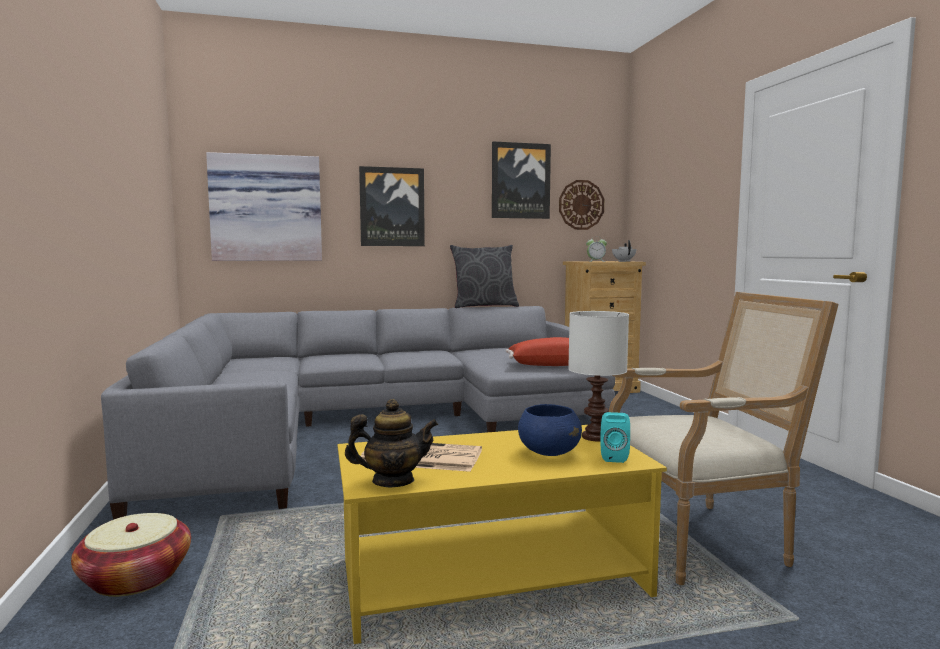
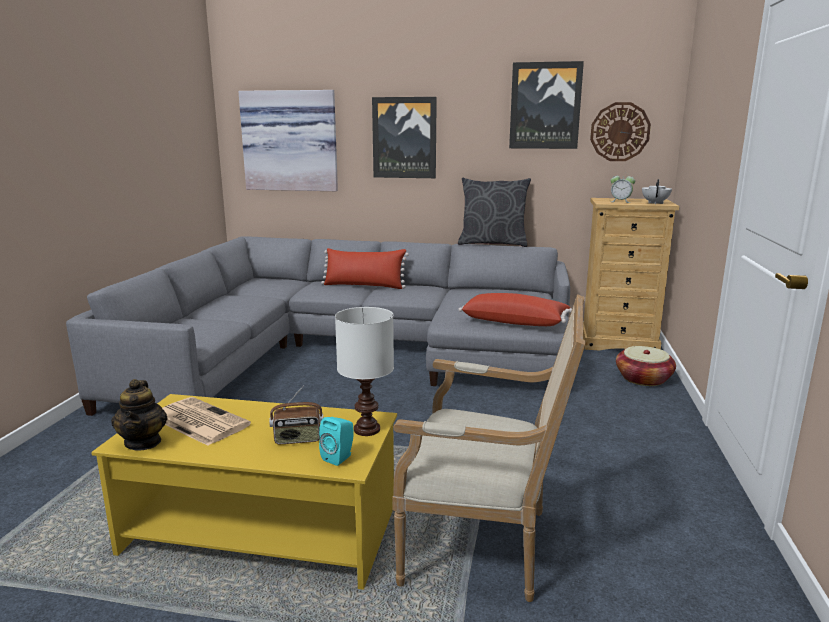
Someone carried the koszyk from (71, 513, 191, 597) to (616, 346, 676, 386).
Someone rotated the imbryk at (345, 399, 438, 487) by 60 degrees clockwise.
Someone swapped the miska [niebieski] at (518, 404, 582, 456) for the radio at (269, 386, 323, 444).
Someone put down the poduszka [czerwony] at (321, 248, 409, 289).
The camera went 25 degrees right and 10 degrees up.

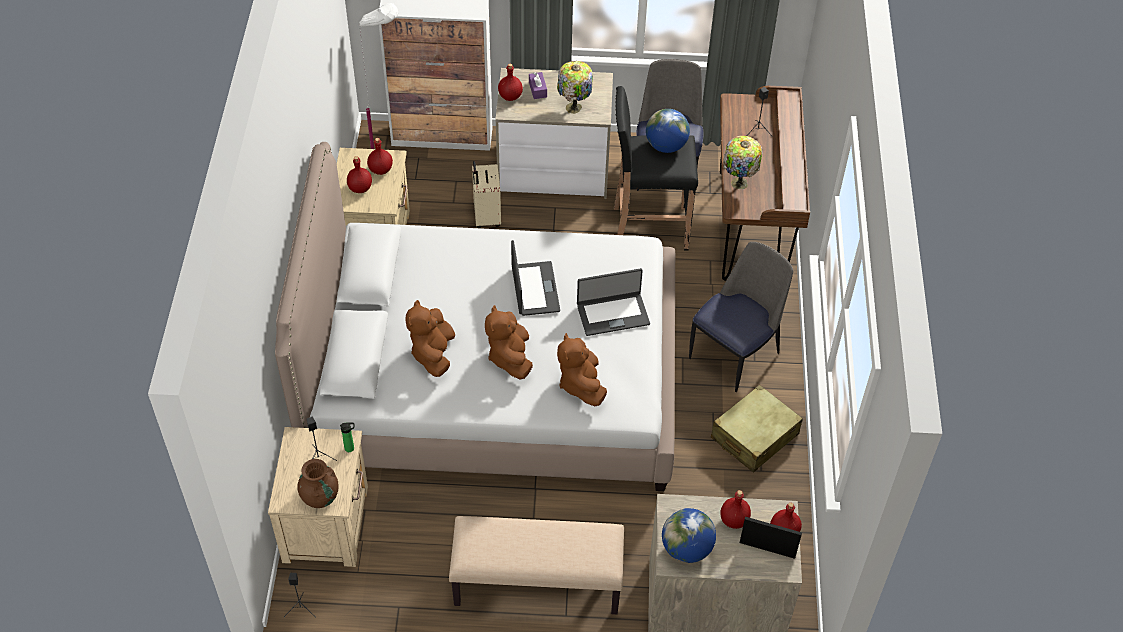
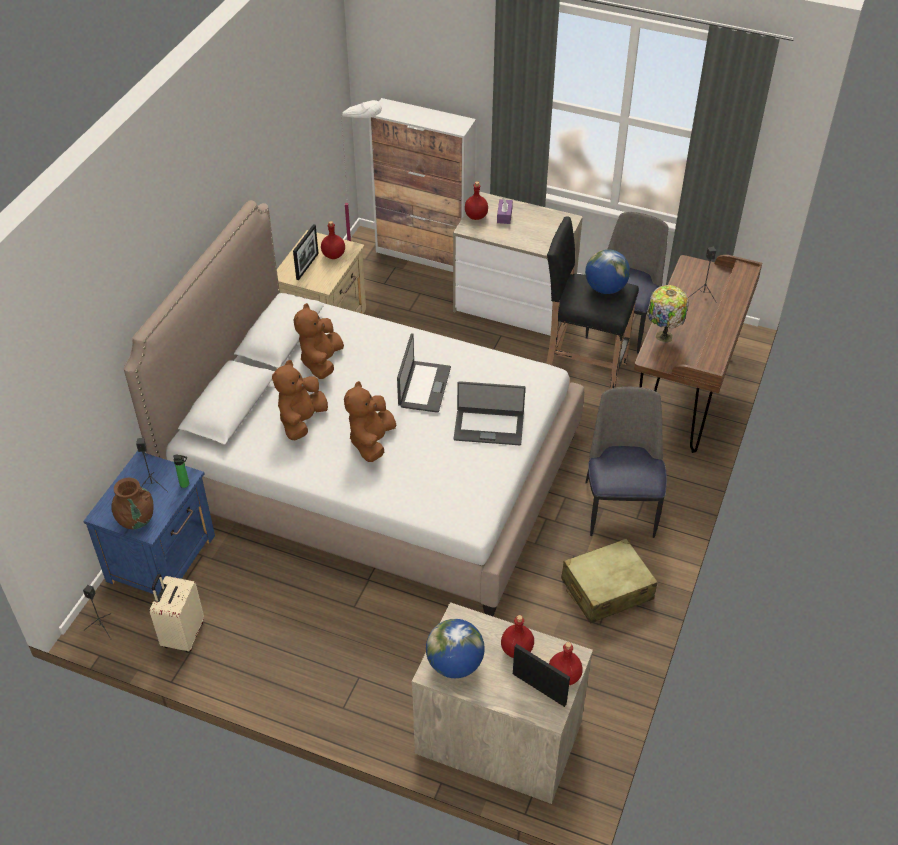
Someone repainted the szafka nocna [beżowy] at (268, 427, 368, 567), which became the szafka nocna [niebieski] at (83, 451, 215, 596).
Someone swapped the butelka [czerwony] at (347, 156, 372, 193) for the ramka na zdjęcie at (293, 224, 319, 280).
Someone took away the ławka [beżowy] at (449, 516, 624, 614).
Someone carried the walizka [beżowy] from (472, 161, 501, 228) to (150, 574, 204, 653).
Someone took away the lampa stołowa at (557, 61, 593, 114).
Someone carried the pluszak [brązowy] from (557, 333, 607, 406) to (294, 303, 344, 379).
Someone rotated the krzesło at (689, 242, 793, 392) by 60 degrees counterclockwise.
The camera went 20 degrees right and 5 degrees down.

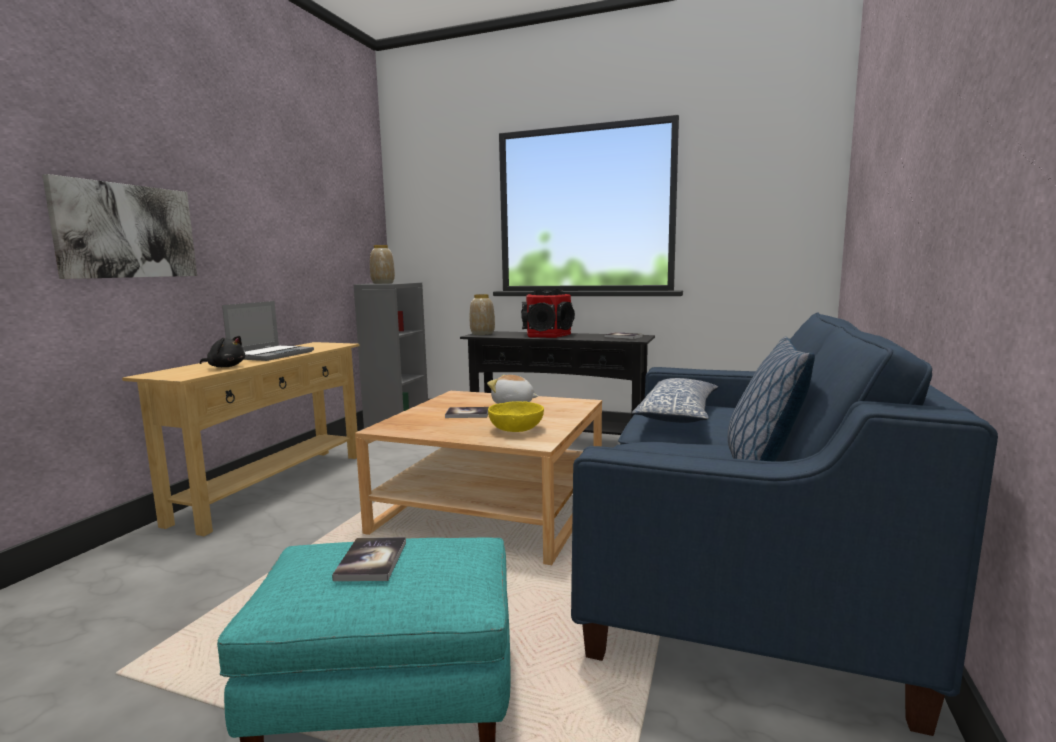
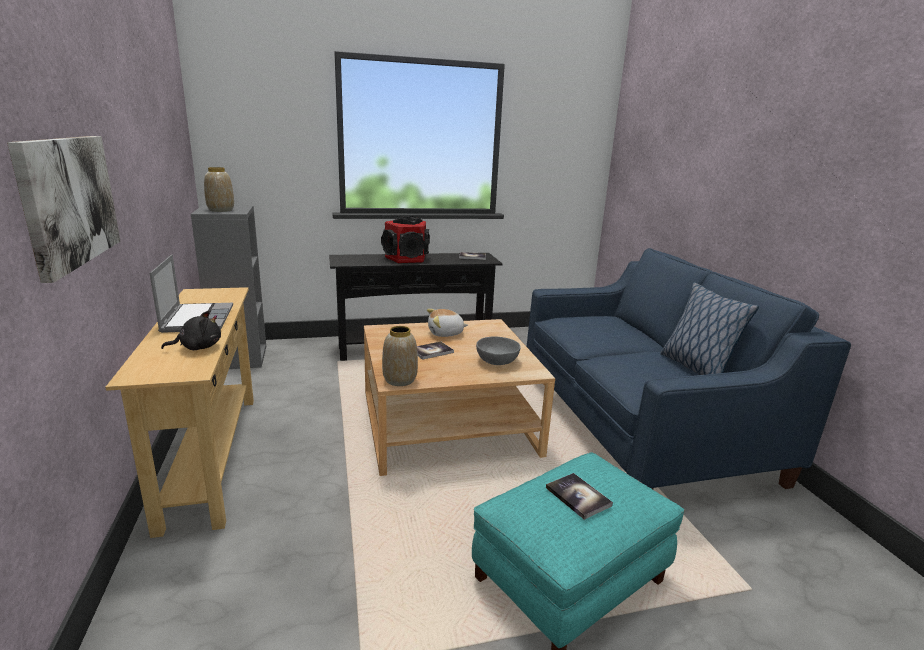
Someone carried the wazon from (470, 294, 495, 335) to (382, 326, 418, 386).
Someone repainted the miska [żółty] at (488, 402, 544, 432), which became the miska [szary] at (476, 336, 521, 365).
Someone took away the poduszka at (632, 378, 718, 423).
The camera went 35 degrees left and 10 degrees up.

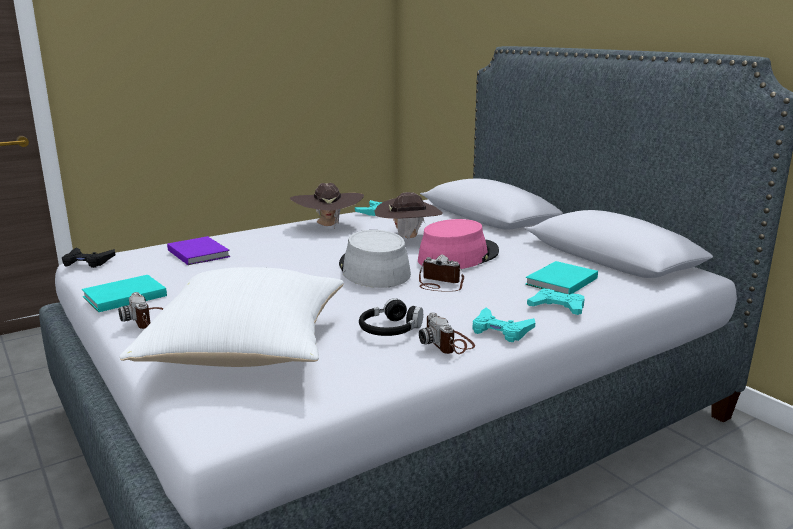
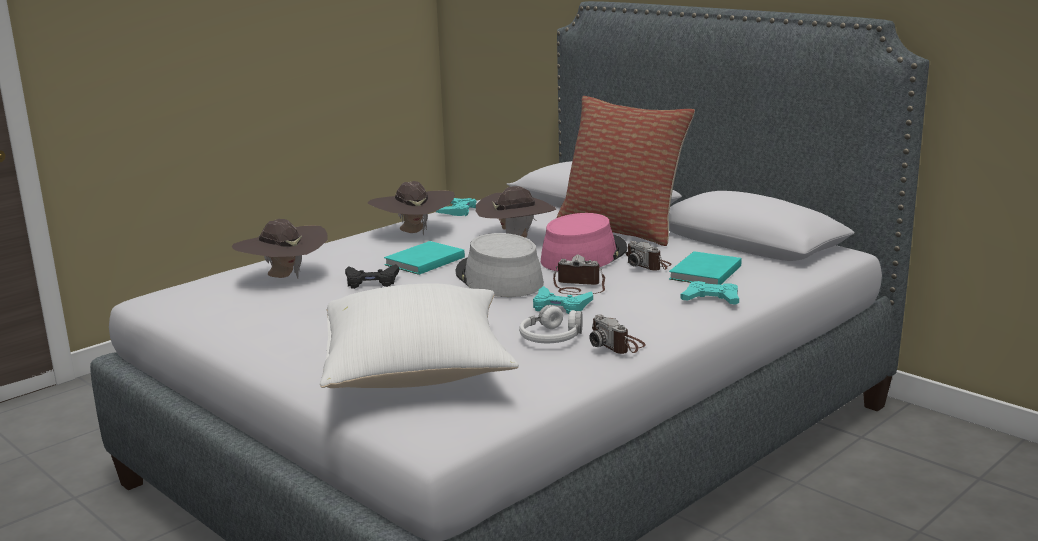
Someone carried the pad do gier [czarny] from (62, 247, 115, 268) to (345, 264, 399, 289).
Someone carried the książka [turkusowy] from (82, 275, 167, 312) to (384, 241, 465, 275).
Someone carried the aparat fotograficzny from (118, 292, 164, 329) to (625, 241, 672, 271).
Someone swapped the książka [fioletowy] at (167, 236, 230, 265) for the kapelusz [brązowy] at (232, 219, 328, 278).
Someone repainted the słuchawki [czarny] at (359, 298, 423, 336), which became the słuchawki [biały] at (519, 305, 583, 343).
Someone carried the pad do gier [turkusowy] from (473, 307, 535, 342) to (533, 286, 593, 314).
Someone put down the poduszka at (557, 96, 695, 246).
The camera went 10 degrees left and 0 degrees up.

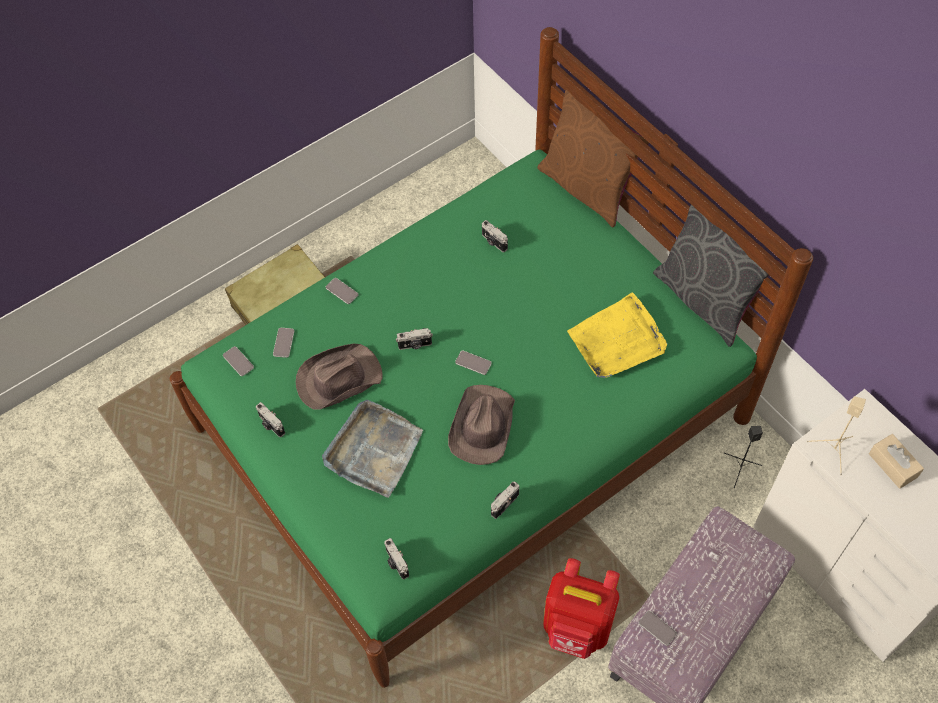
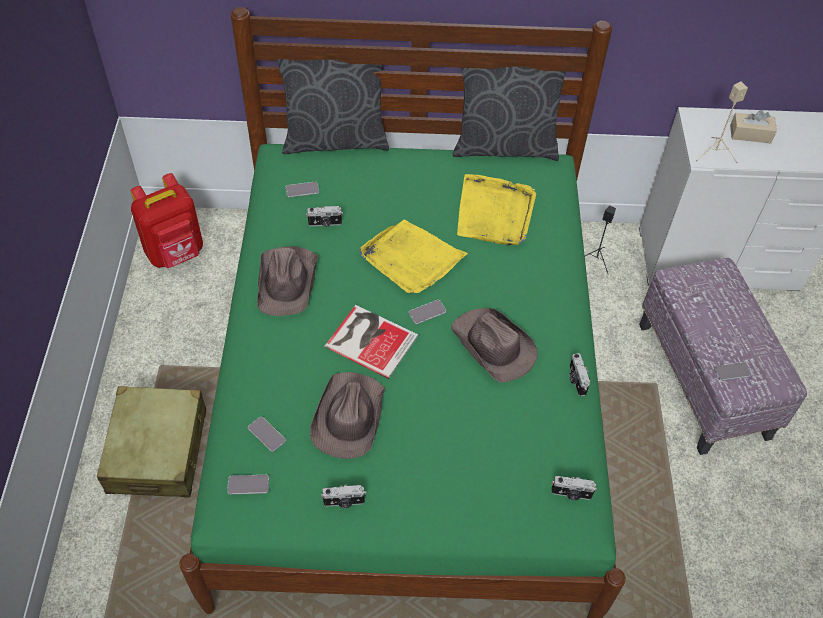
Someone took away the taca [szary] at (322, 400, 423, 498).
Someone carried the telefon from (326, 278, 358, 304) to (286, 182, 319, 198).
Someone swapped the aparat fotograficzny at (396, 328, 433, 350) for the książka at (324, 305, 418, 379).
Someone repainted the poduszka [brązowy] at (537, 90, 649, 228), which became the poduszka [szary] at (277, 59, 389, 154).
Someone carried the plecak [czerwony] from (543, 558, 620, 659) to (130, 173, 203, 268).
Someone put down the kapelusz [brązowy] at (257, 246, 318, 316).
Someone put down the taca [żółty] at (359, 220, 468, 294).
The camera went 55 degrees left and 5 degrees down.

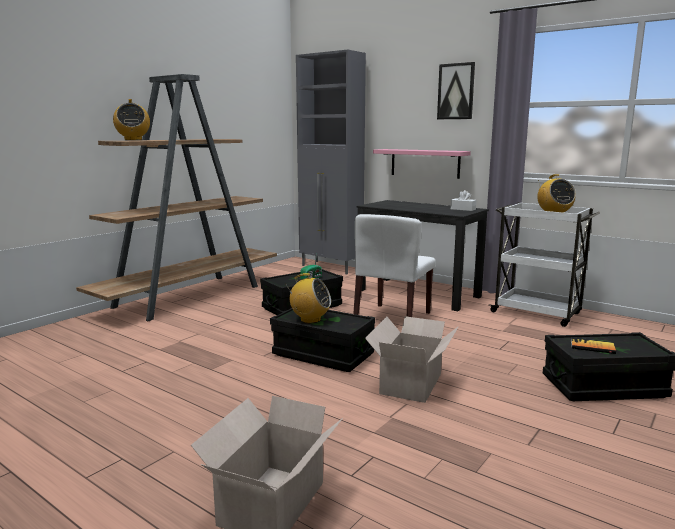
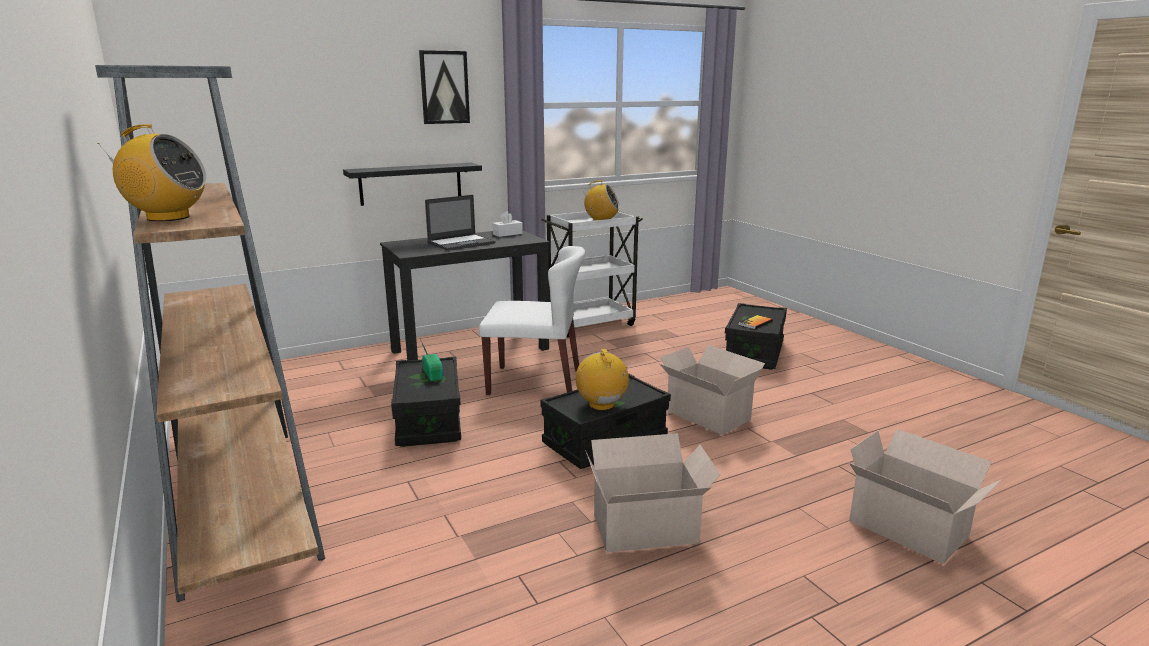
Someone rotated the radio at (288, 273, 331, 323) by 60 degrees counterclockwise.
Someone took away the szafka [szary] at (296, 50, 366, 274).
Someone rotated the krzesło [biały] at (353, 214, 436, 317) by 45 degrees counterclockwise.
Someone repainted the półka [różowy] at (373, 149, 471, 179), which became the półka [czarny] at (343, 163, 482, 206).
Someone put down the laptop at (425, 195, 496, 251).
Someone put down the karton at (585, 433, 721, 553).
The camera went 65 degrees left and 5 degrees up.

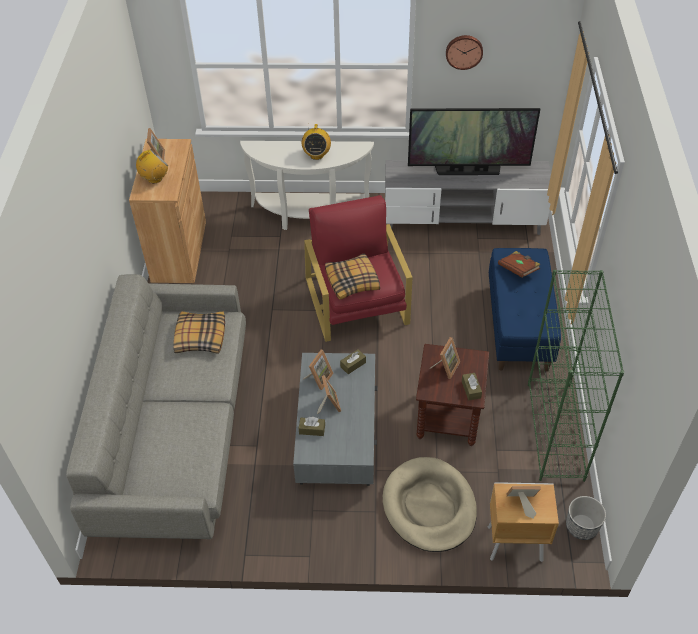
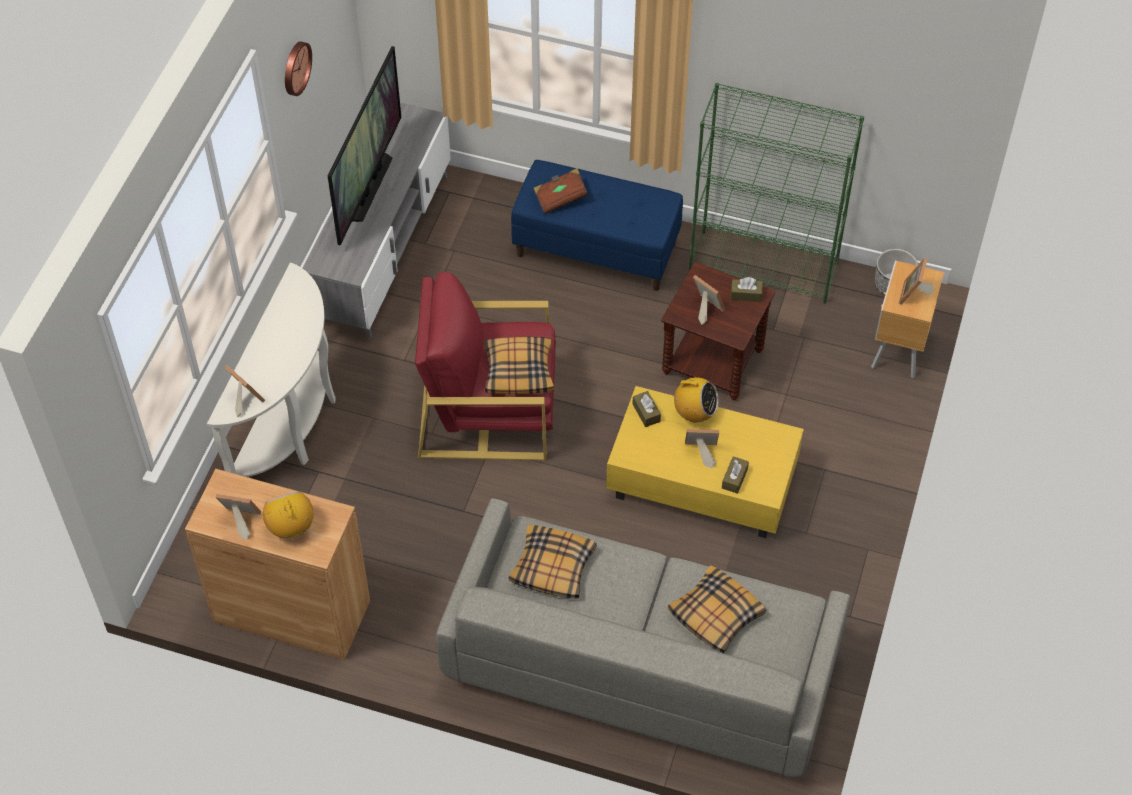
Someone repainted the ława [szary] at (293, 353, 378, 486), which became the ława [żółty] at (606, 386, 804, 538).
Someone carried the radio from (302, 124, 331, 160) to (671, 377, 718, 423).
Someone carried the ramka na zdjęcie from (303, 350, 334, 390) to (224, 365, 265, 417).
Someone took away the legowisko [beżowy] at (383, 457, 477, 552).
Someone put down the poduszka at (668, 565, 766, 654).
The camera went 75 degrees left and 5 degrees up.

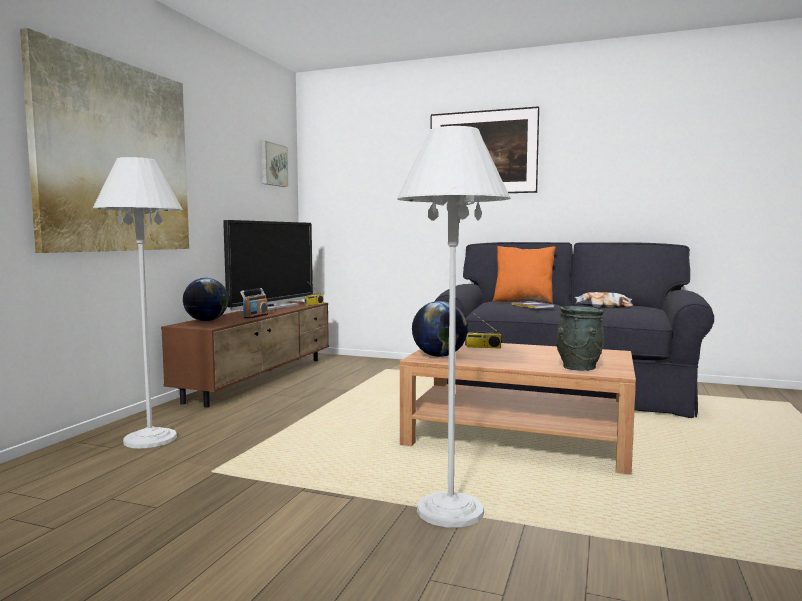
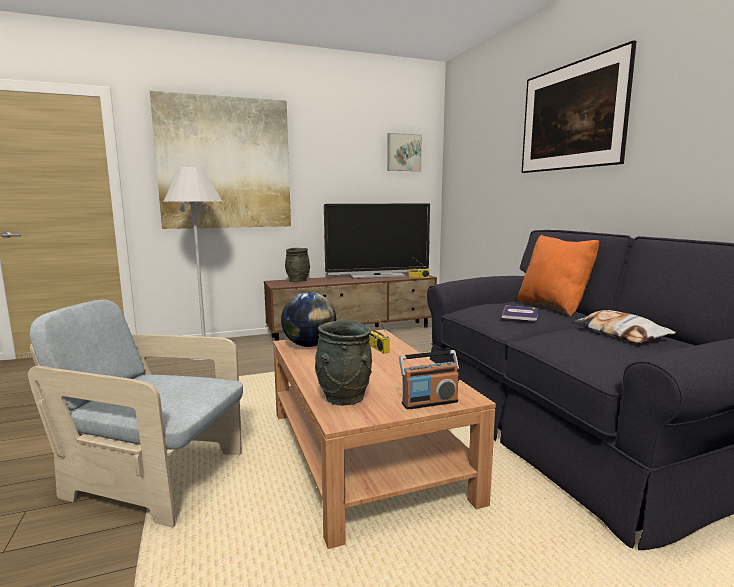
Someone swapped the globus at (183, 278, 229, 321) for the wazon [szary] at (285, 248, 310, 282).
Someone carried the radio from (240, 288, 268, 319) to (399, 350, 460, 410).
Someone swapped the lampa stojąca [biały] at (397, 126, 511, 527) for the fotel [beżowy] at (28, 300, 243, 528).
The camera went 50 degrees right and 5 degrees up.

